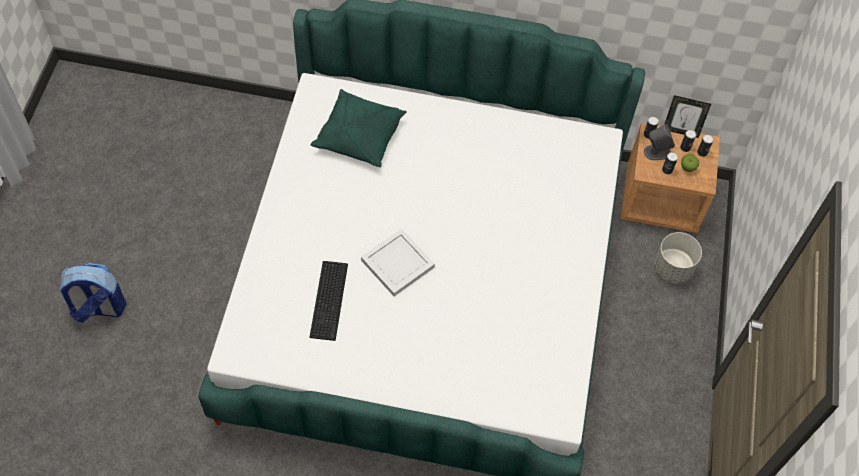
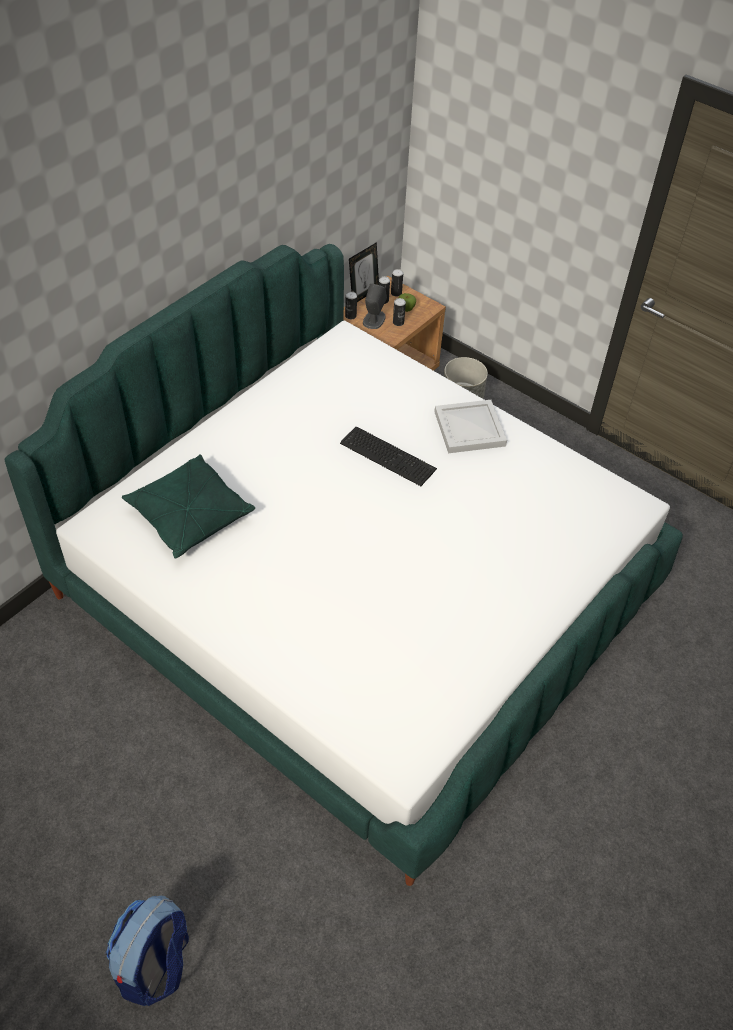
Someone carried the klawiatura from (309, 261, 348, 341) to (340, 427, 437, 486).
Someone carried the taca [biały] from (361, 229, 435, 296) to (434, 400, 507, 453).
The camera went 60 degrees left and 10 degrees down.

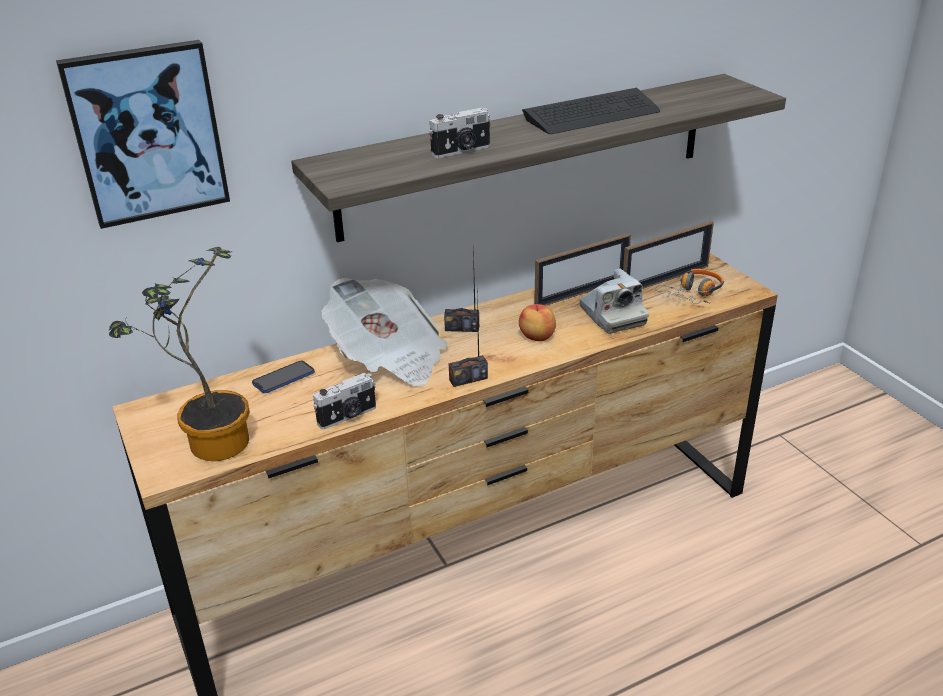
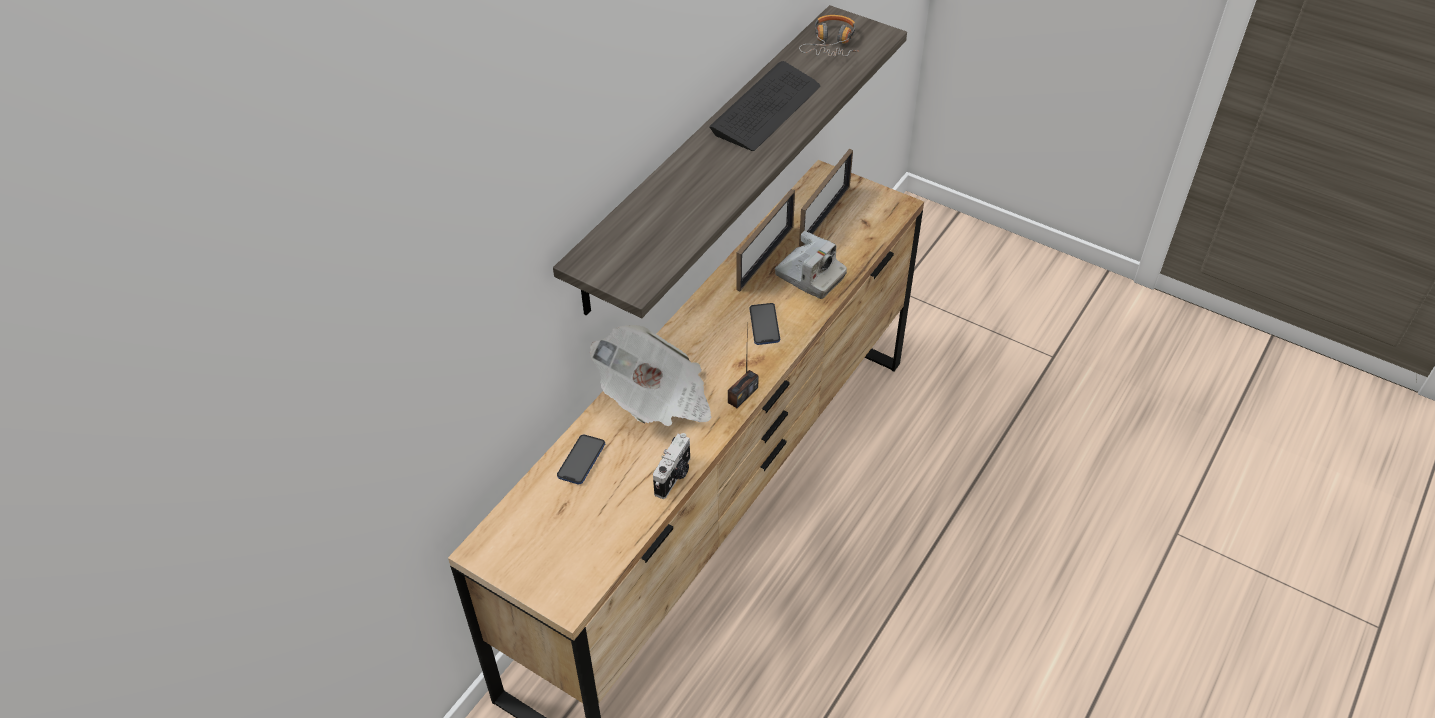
Someone took away the obraz at (56, 40, 230, 229).
Someone took away the roślina doniczkowa at (109, 247, 250, 461).
Someone took away the aparat fotograficzny at (429, 108, 491, 158).
Someone took away the radio at (444, 247, 479, 332).
Someone swapped the jabłko at (519, 304, 556, 341) for the telefon at (749, 303, 780, 345).
Someone carried the słuchawki from (655, 269, 724, 304) to (799, 15, 859, 57).
The camera went 30 degrees left and 15 degrees up.

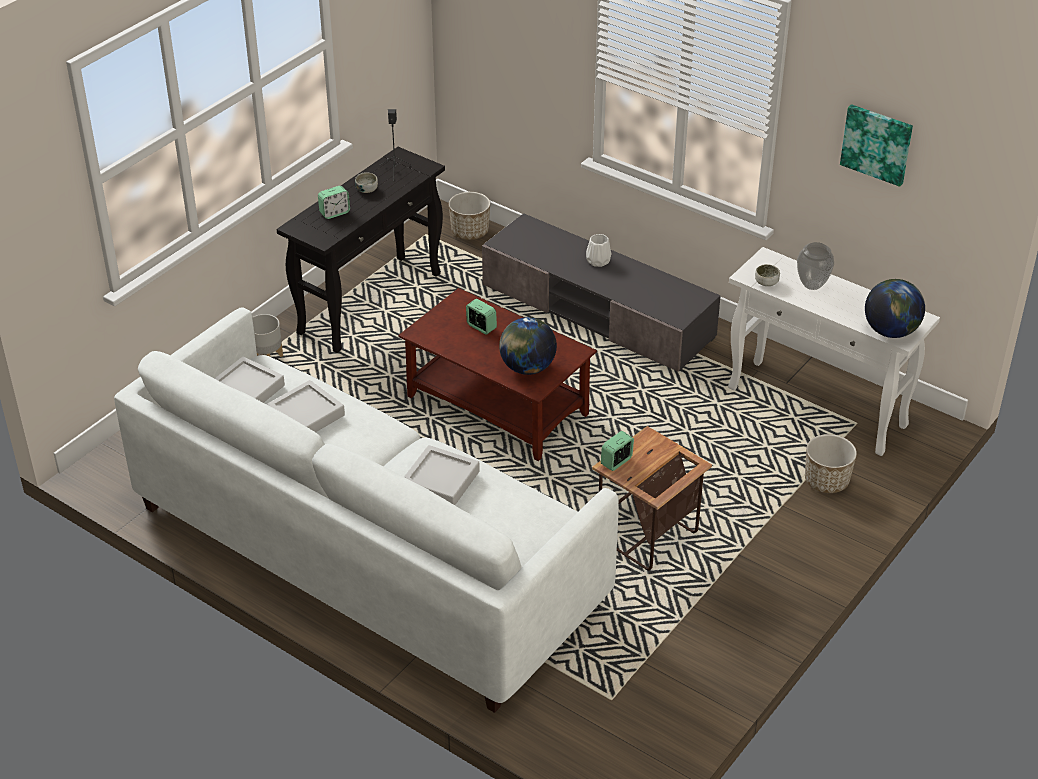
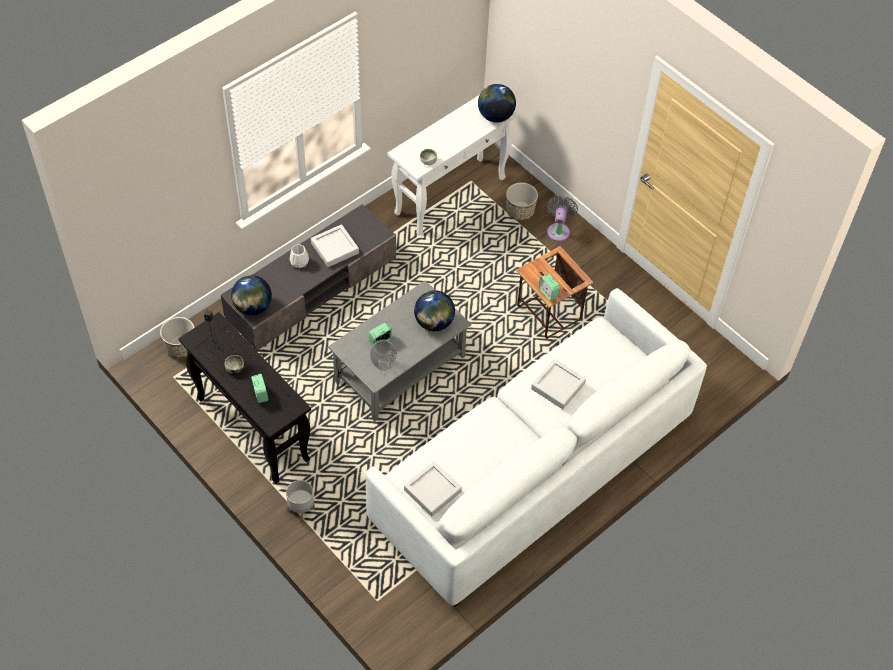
Someone carried the taca [szary] from (267, 380, 345, 432) to (311, 224, 359, 267).
Someone repainted the ława [brązowy] at (398, 288, 597, 461), which became the ława [szary] at (328, 281, 472, 421).
Someone carried the wazon from (797, 242, 834, 290) to (370, 340, 397, 371).
Someone took away the obraz at (840, 104, 913, 187).
Someone put down the globus at (231, 275, 272, 316).
Someone put down the wentylator [szary] at (547, 196, 578, 242).
The camera went 80 degrees left and 15 degrees up.

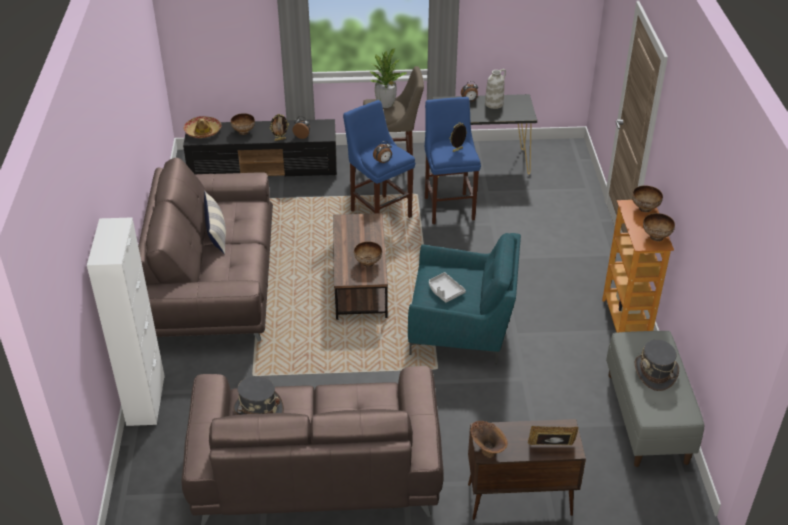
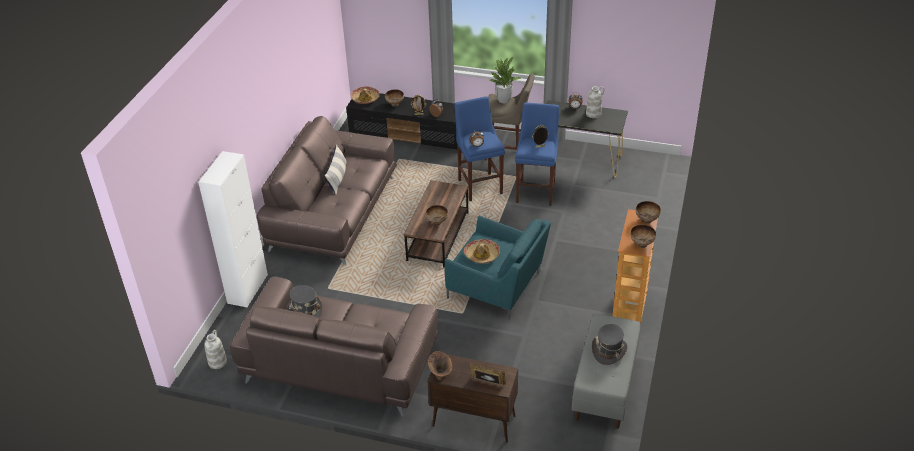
Someone swapped the taca [szary] at (429, 272, 466, 303) for the kapelusz at (464, 239, 500, 263).
Someone put down the wazon [biały] at (204, 330, 227, 369).
The camera went 20 degrees right and 0 degrees up.

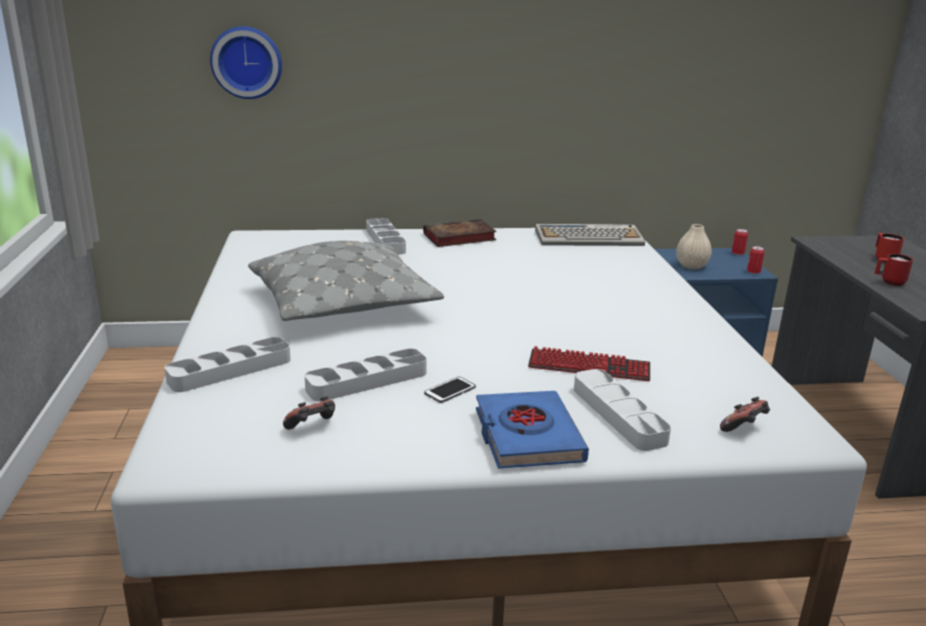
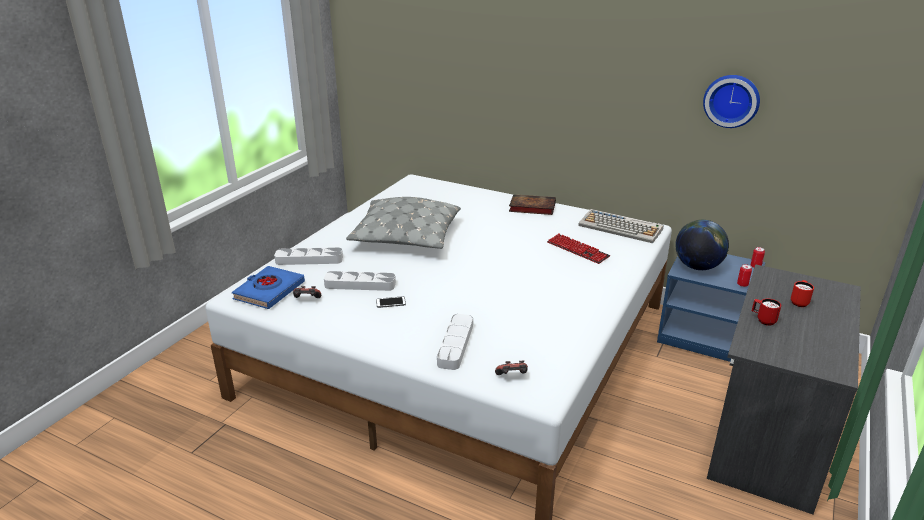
Someone carried the zegar ścienny from (210, 26, 282, 99) to (703, 75, 760, 128).
Someone took away the taca [szary] at (366, 218, 406, 255).
Someone carried the książka [niebieski] from (476, 391, 589, 469) to (232, 266, 305, 309).
Someone carried the klawiatura from (528, 346, 650, 381) to (547, 233, 610, 264).
Someone swapped the wazon [beżowy] at (676, 224, 712, 269) for the globus at (676, 220, 729, 270).
The camera went 35 degrees right and 5 degrees up.

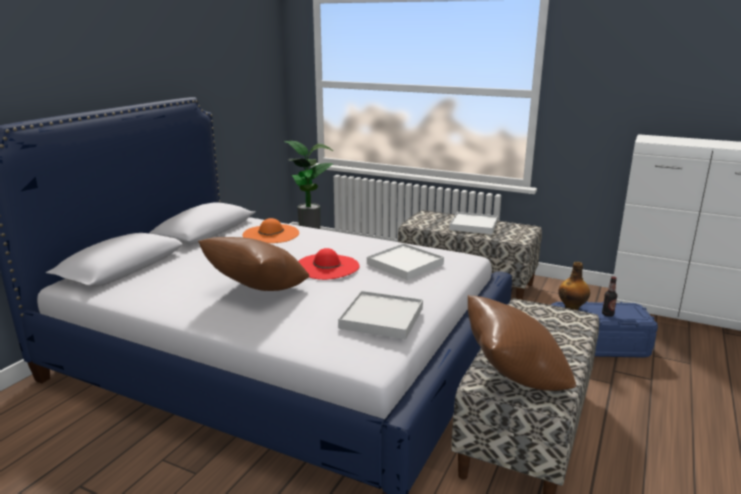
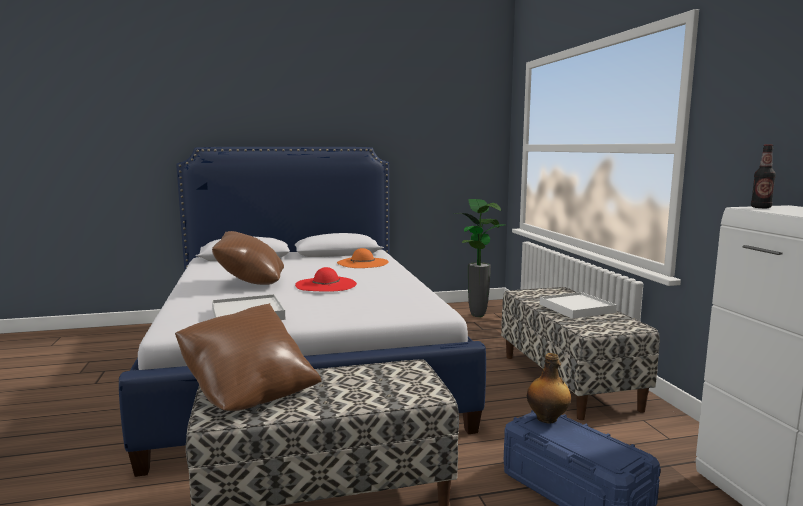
Someone took away the taca [biały] at (367, 243, 444, 280).
Someone carried the butelka from (602, 277, 617, 317) to (751, 144, 776, 208).
The camera went 50 degrees right and 10 degrees down.

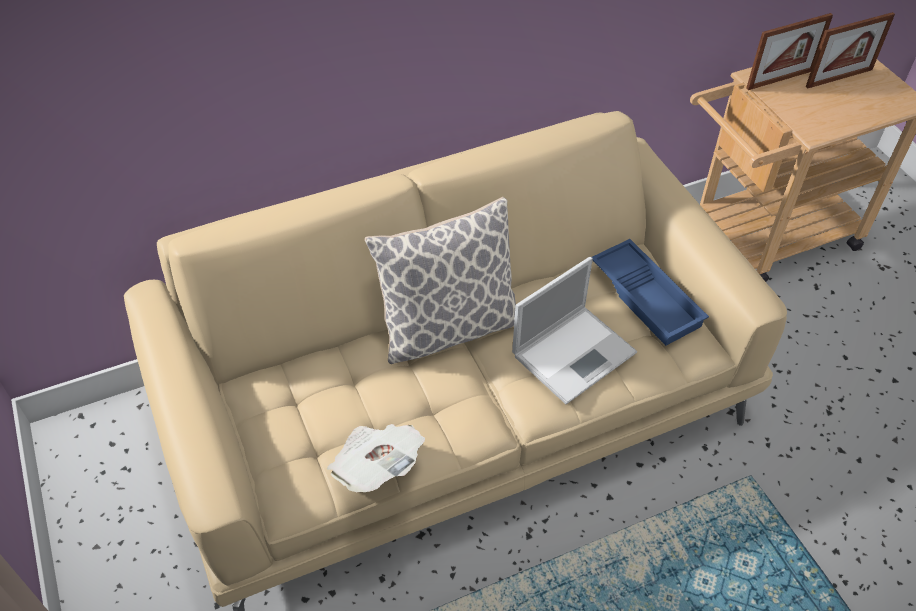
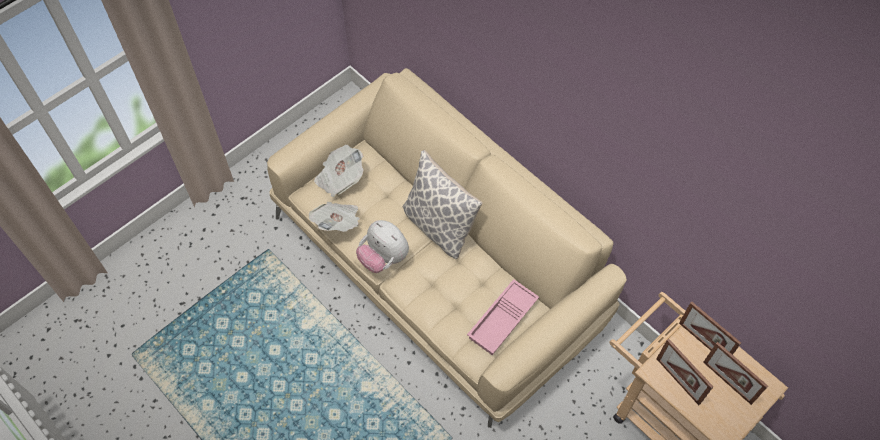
Someone took away the laptop at (512, 257, 637, 404).
Someone repainted the taca [niebieski] at (592, 239, 709, 346), which became the taca [różowy] at (467, 279, 539, 355).
Someone put down the gazeta at (314, 145, 363, 197).
Someone put down the pluszak at (356, 220, 409, 273).
Someone put down the ramka na zdjęcie at (657, 339, 713, 405).
The camera went 70 degrees right and 10 degrees up.

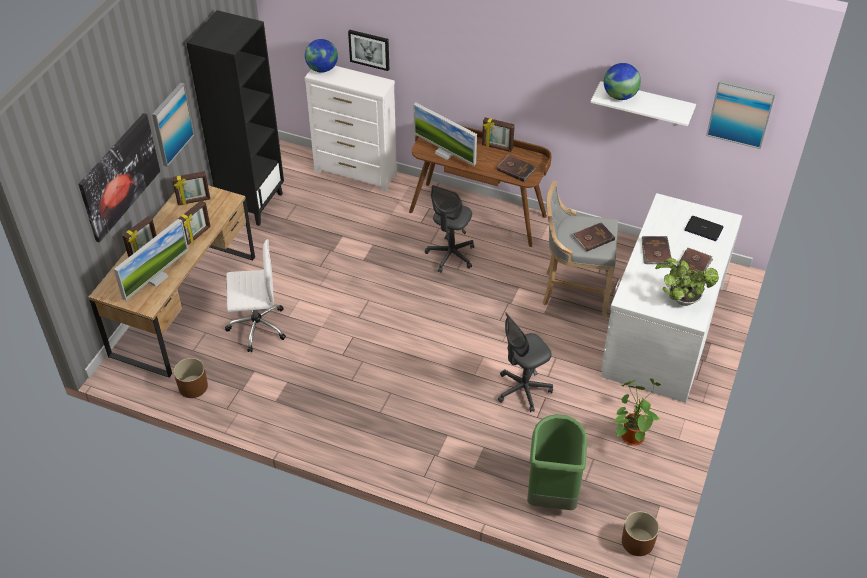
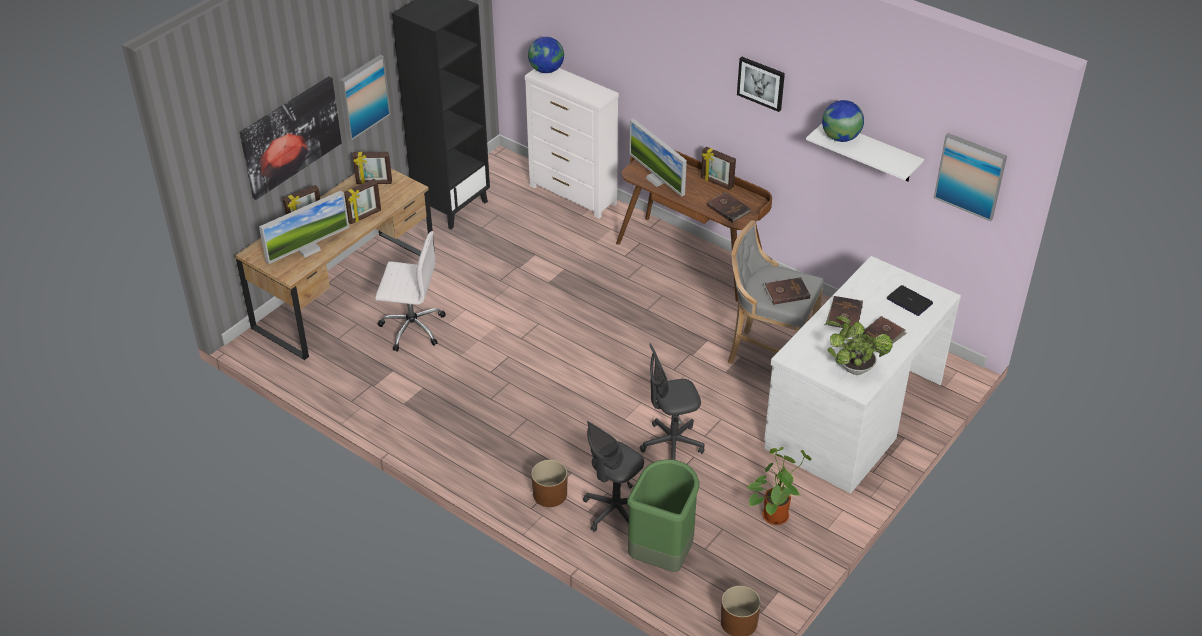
Someone carried the donica [brązowy] from (174, 358, 208, 398) to (531, 460, 567, 507).
Someone carried the obraz from (348, 30, 389, 71) to (737, 57, 785, 112).
Someone carried the krzesło biurowe [szary] from (425, 185, 474, 273) to (583, 421, 644, 532).
The camera went 15 degrees right and 5 degrees down.

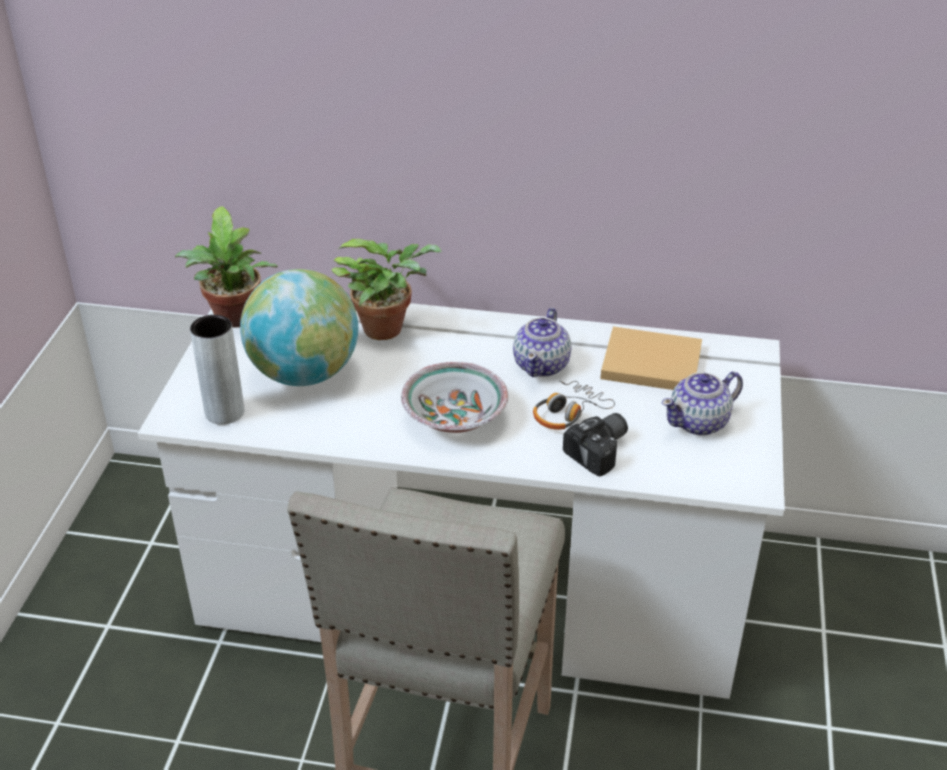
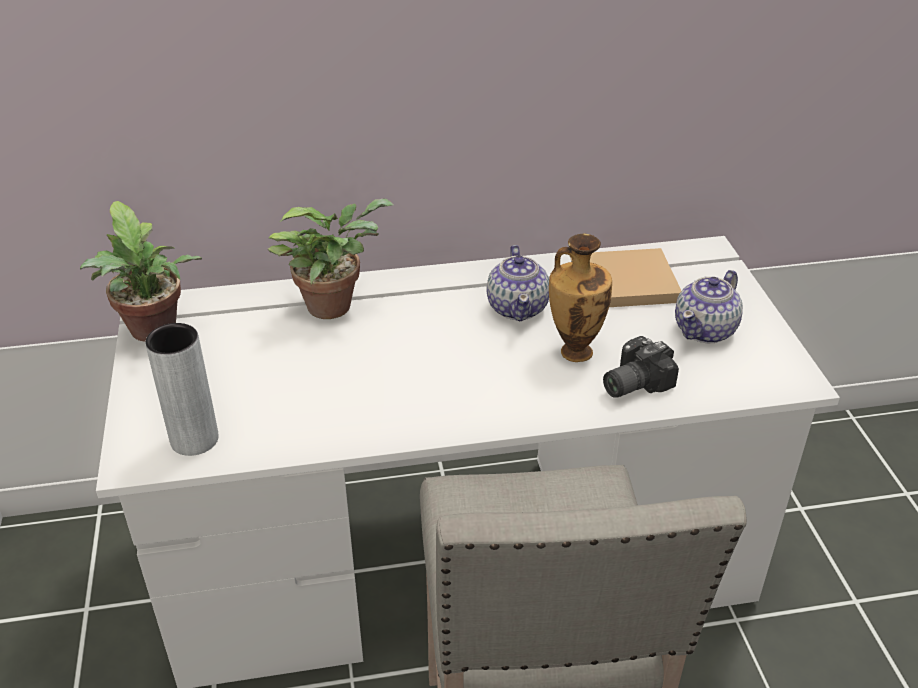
Someone took away the globus at (240, 269, 359, 386).
Someone took away the miska at (401, 362, 508, 433).
Someone swapped the słuchawki at (533, 380, 615, 430) for the wazon at (549, 233, 612, 362).
Someone rotated the aparat fotograficzny at (563, 413, 628, 476) by 150 degrees counterclockwise.
The camera went 20 degrees left and 0 degrees up.

